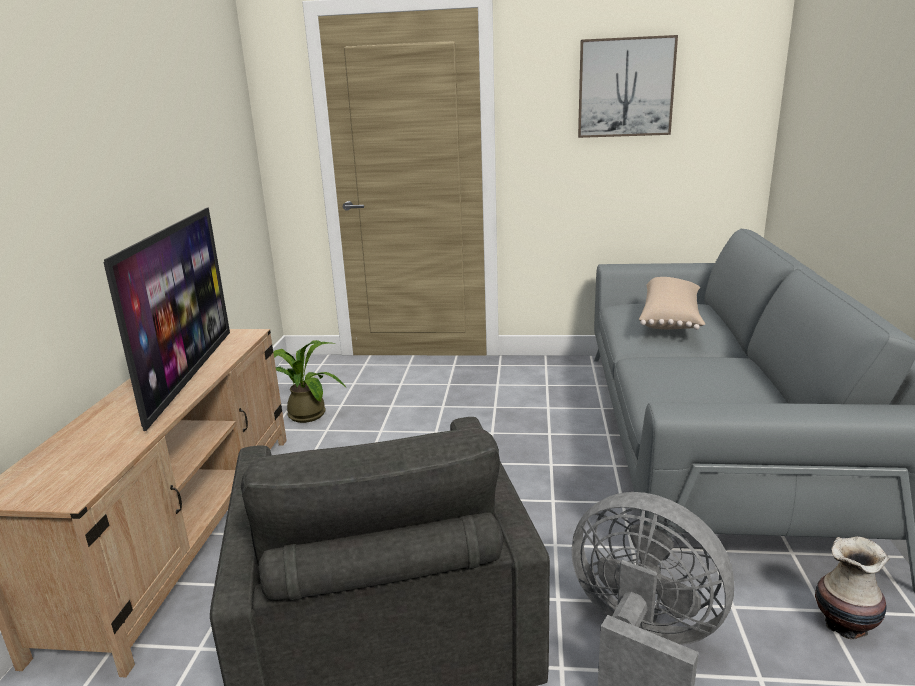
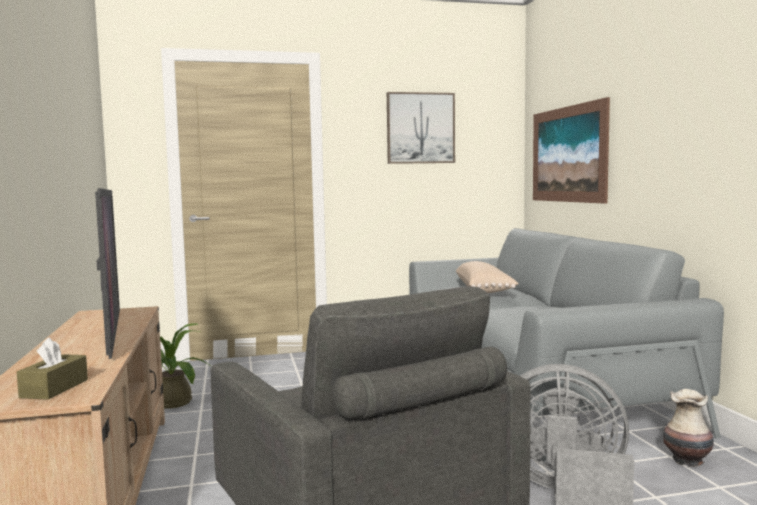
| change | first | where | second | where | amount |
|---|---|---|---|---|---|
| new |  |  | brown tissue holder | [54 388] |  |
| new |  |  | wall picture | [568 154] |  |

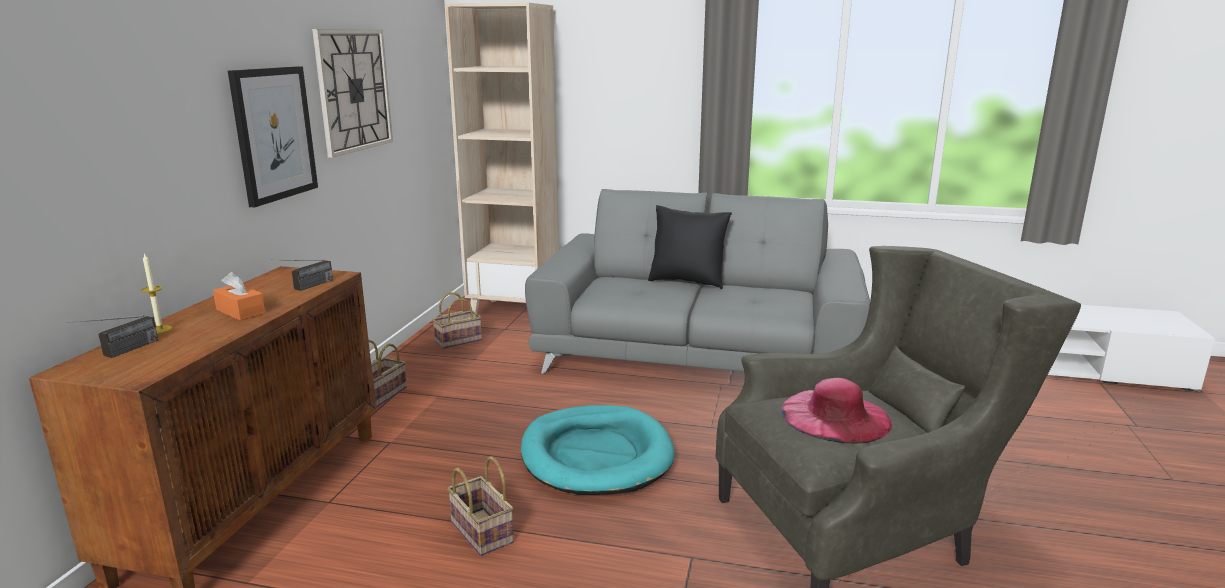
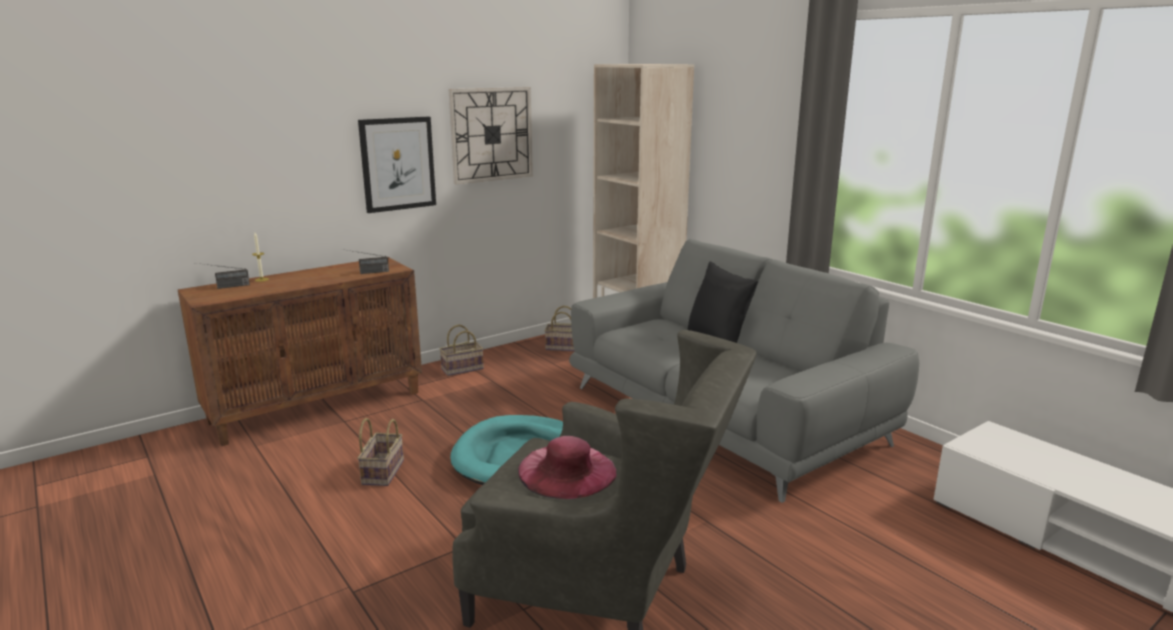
| change | first | where | second | where | amount |
|---|---|---|---|---|---|
| gone | orange-coloured tissue holder | [240 311] |  |  |  |

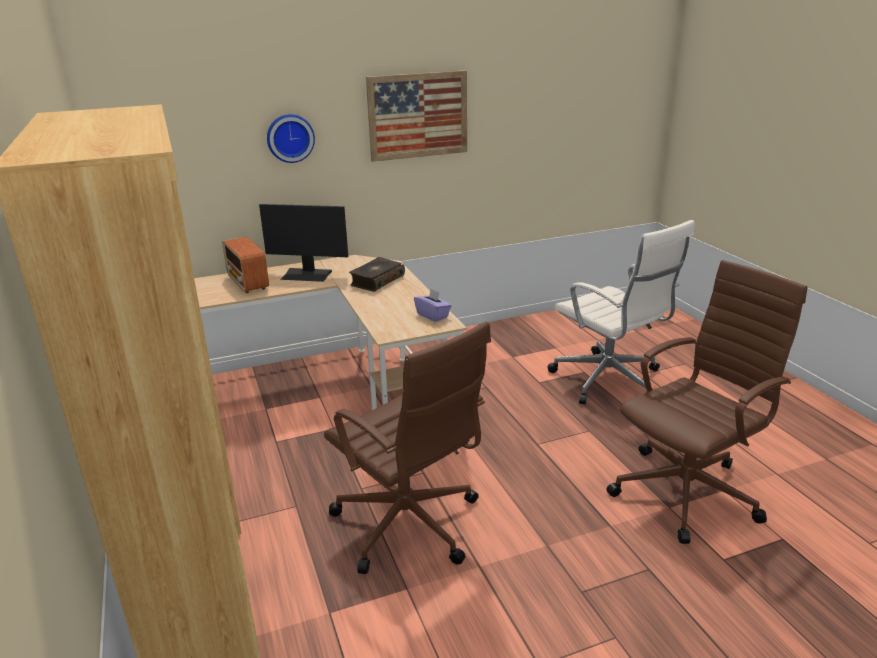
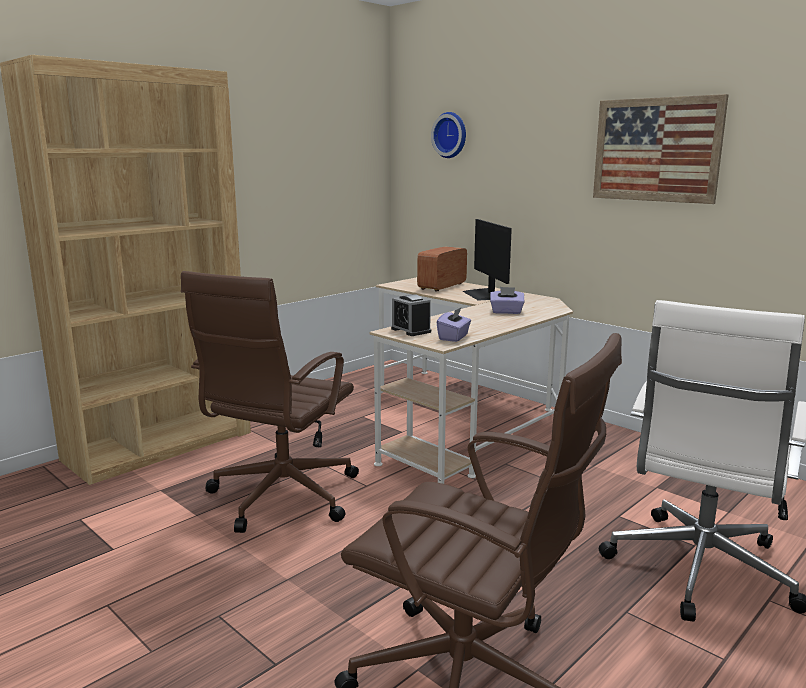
| change | first | where | second | where | amount |
|---|---|---|---|---|---|
| new |  |  | alarm clock | [411 330] |  |
| shifted | clock on the wall | [290 138] |  | [451 135] |  |
| swapped | bound book | [376 281] | purple tissue holder | [506 312] |  |

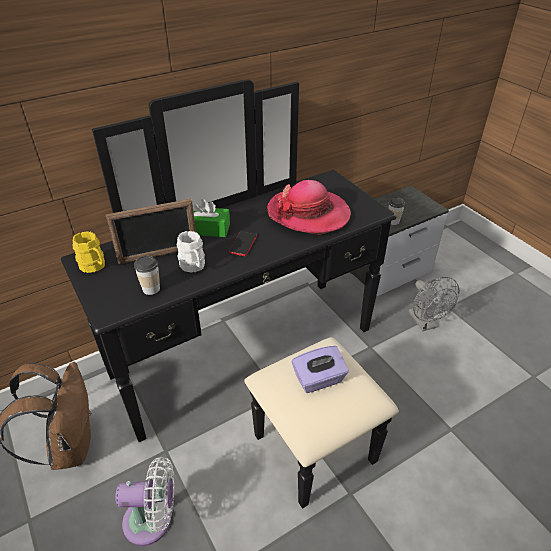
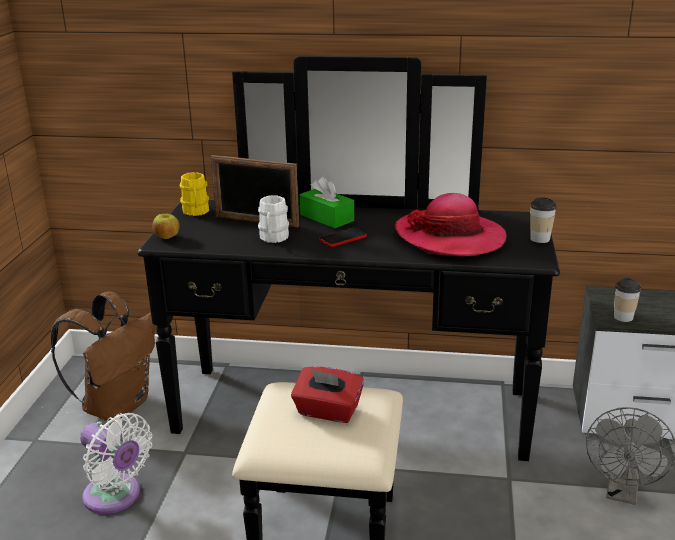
| change | first | where | second | where | amount |
|---|---|---|---|---|---|
| new |  |  | apple fruit | [167 237] |  |
| shifted | drinking cup | [151 289] |  | [540 239] |  |
| repainted | purple tissue holder | [319 379] | red-coloured tissue holder | [327 411] |  |

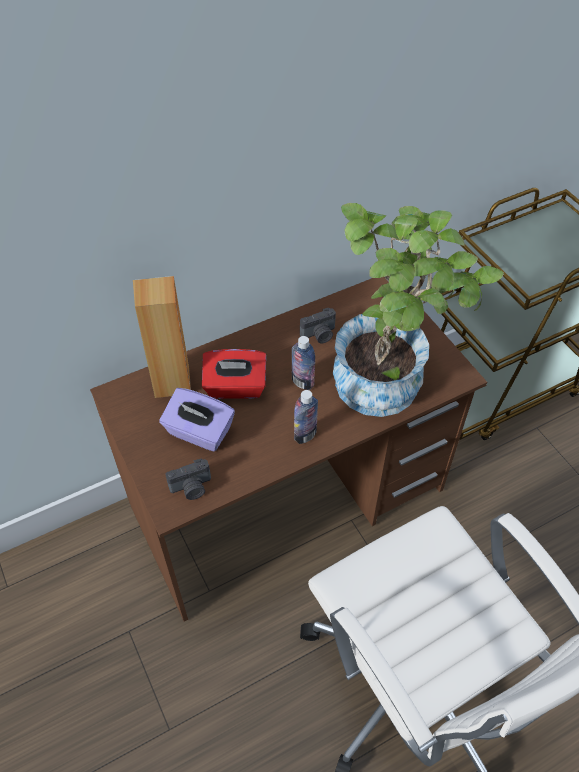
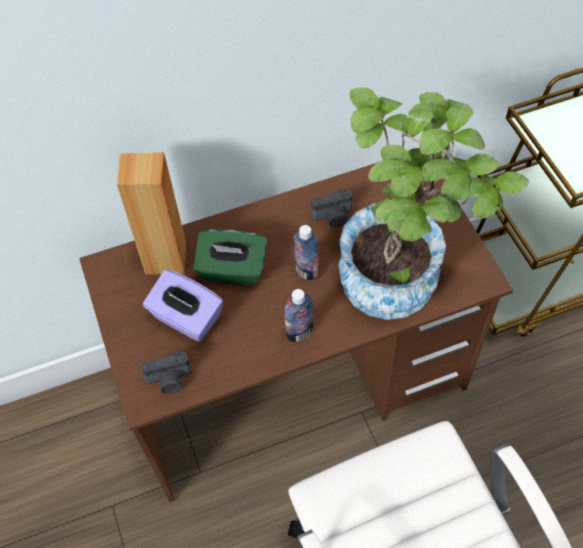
| change | first | where | second | where | amount |
|---|---|---|---|---|---|
| repainted | red-coloured tissue holder | [235 387] | greenish tissue holder | [232 270] |  |

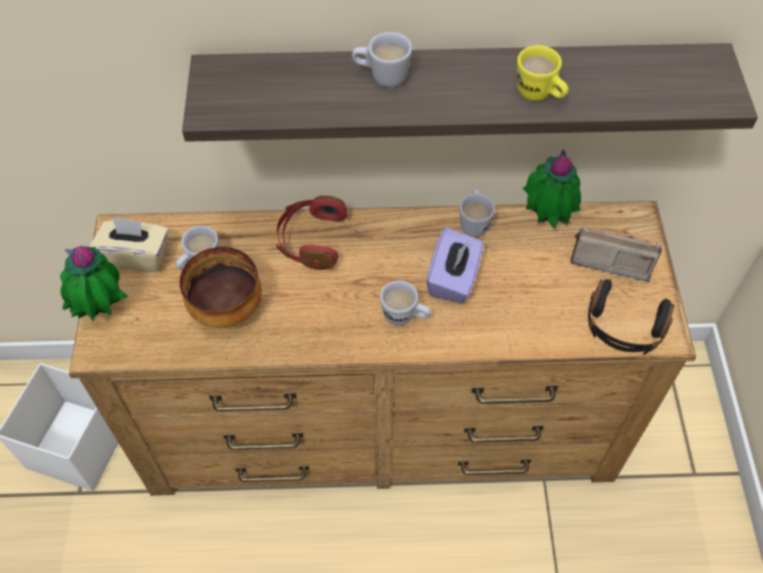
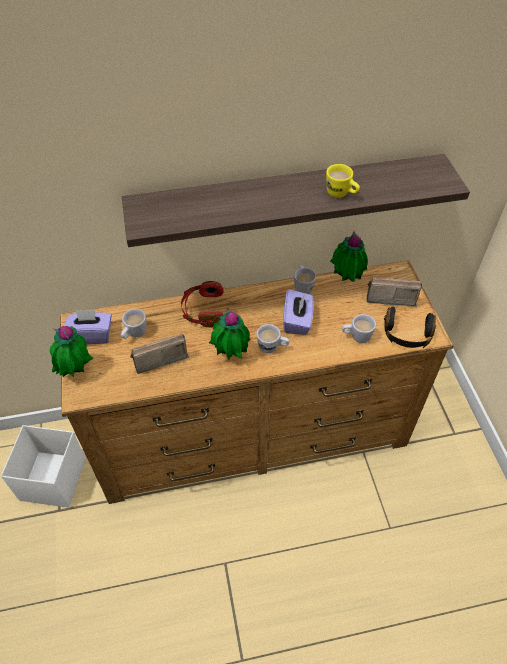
| change | first | where | second | where | amount |
|---|---|---|---|---|---|
| new |  |  | plant in a pot | [231 356] |  |
| shifted | white mug | [381 77] |  | [356 337] |  |
| swapped | bowl | [227 307] | radio set | [158 358] |  |
| repainted | beige-coloured tissue holder | [136 256] | purple tissue holder | [91 335] |  |

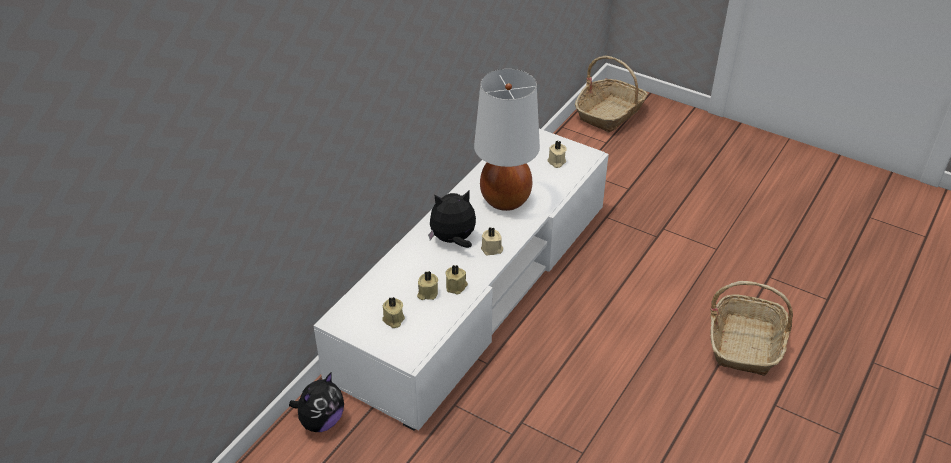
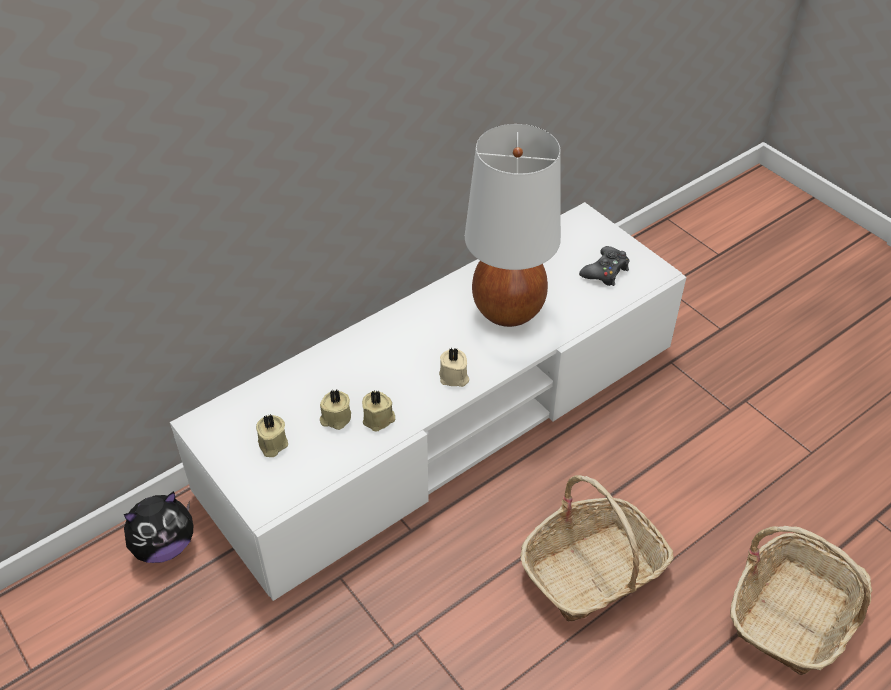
| change | first | where | second | where | amount |
|---|---|---|---|---|---|
| gone | soft toy | [453 240] |  |  |  |
| shifted | storage basket | [610 113] |  | [593 571] |  |
| swapped | beige-coloured wax light | [556 162] | black-coloured joypad | [605 271] |  |

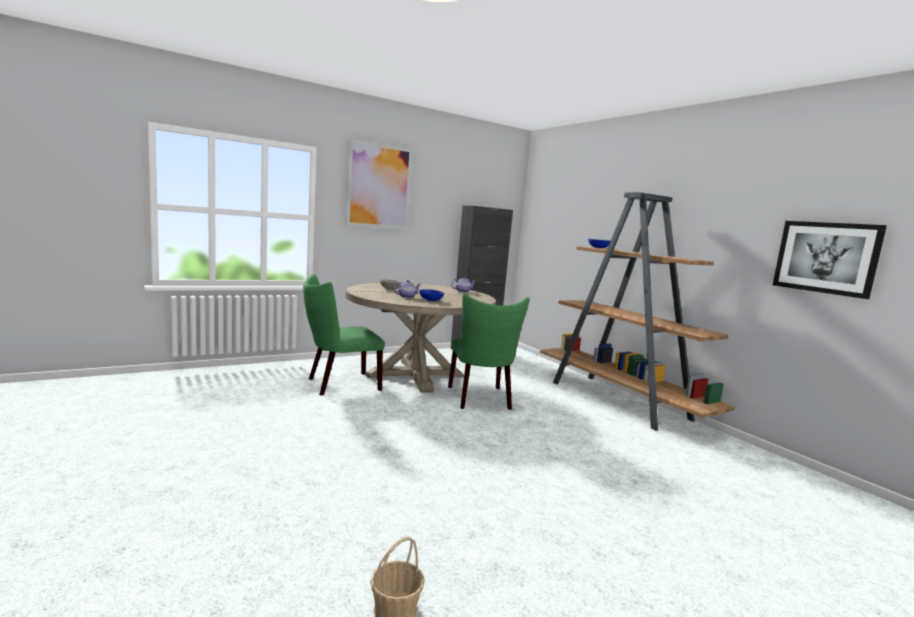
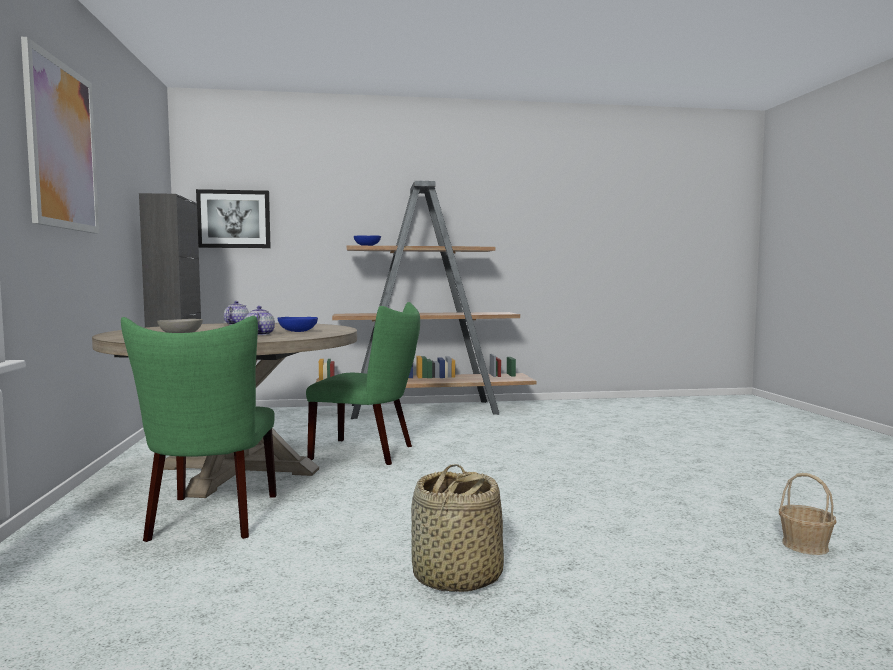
| change | first | where | second | where | amount |
|---|---|---|---|---|---|
| new |  |  | storage basket | [456 576] |  |
| shifted | wall picture | [826 257] |  | [234 219] |  |

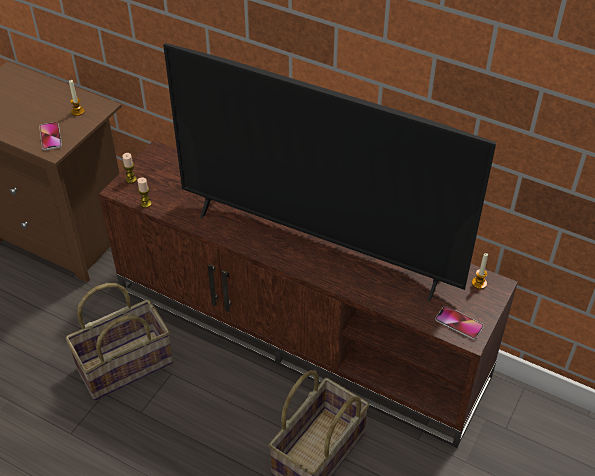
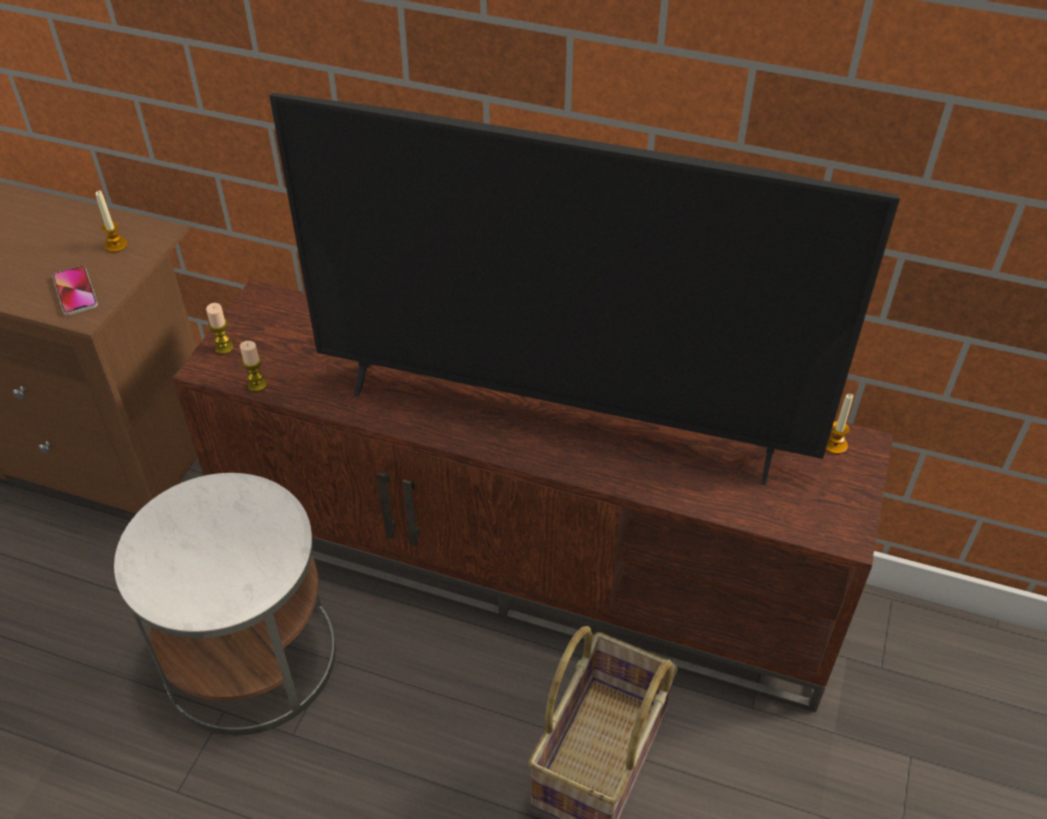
| change | first | where | second | where | amount |
|---|---|---|---|---|---|
| gone | handset | [459 323] |  |  |  |
| swapped | storage basket | [125 364] | white accent table | [251 656] |  |

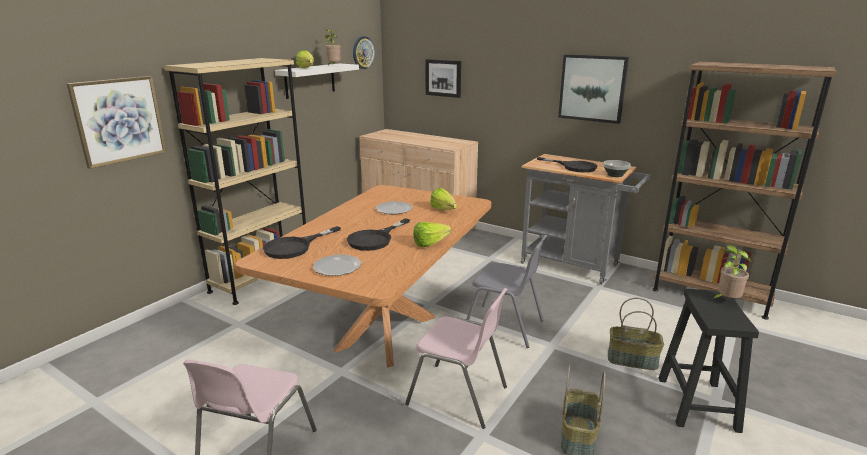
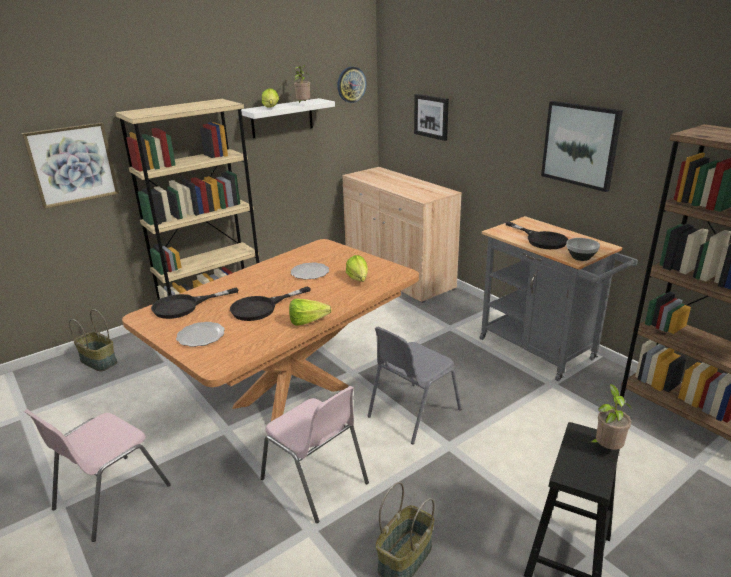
| change | first | where | second | where | amount |
|---|---|---|---|---|---|
| shifted | storage basket | [632 359] |  | [99 361] |  |
| rotated | gray upright chair | [504 326] |  | [412 413] | 90 degrees clockwise |

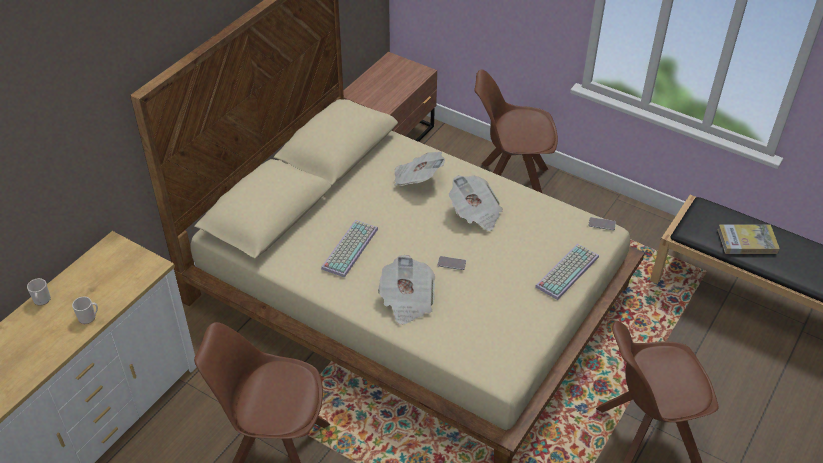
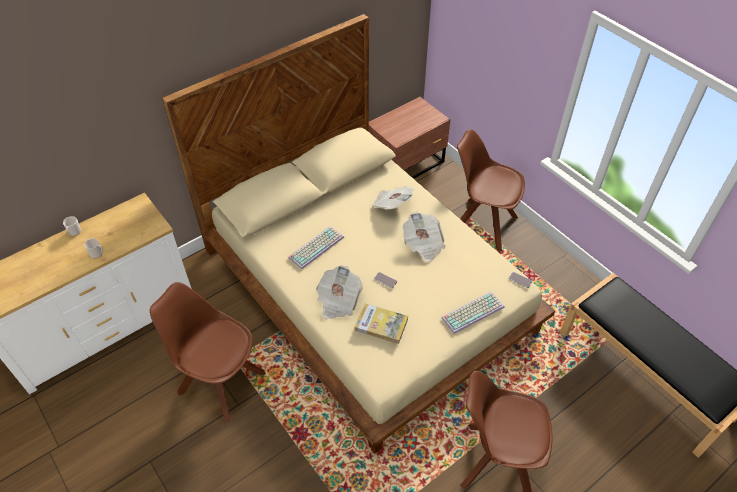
| change | first | where | second | where | amount |
|---|---|---|---|---|---|
| shifted | bound book | [747 241] |  | [381 325] |  |

